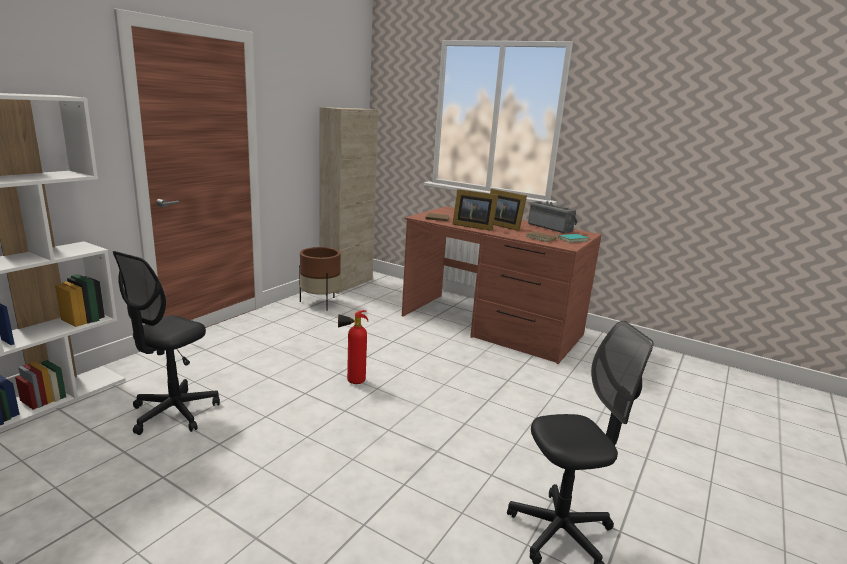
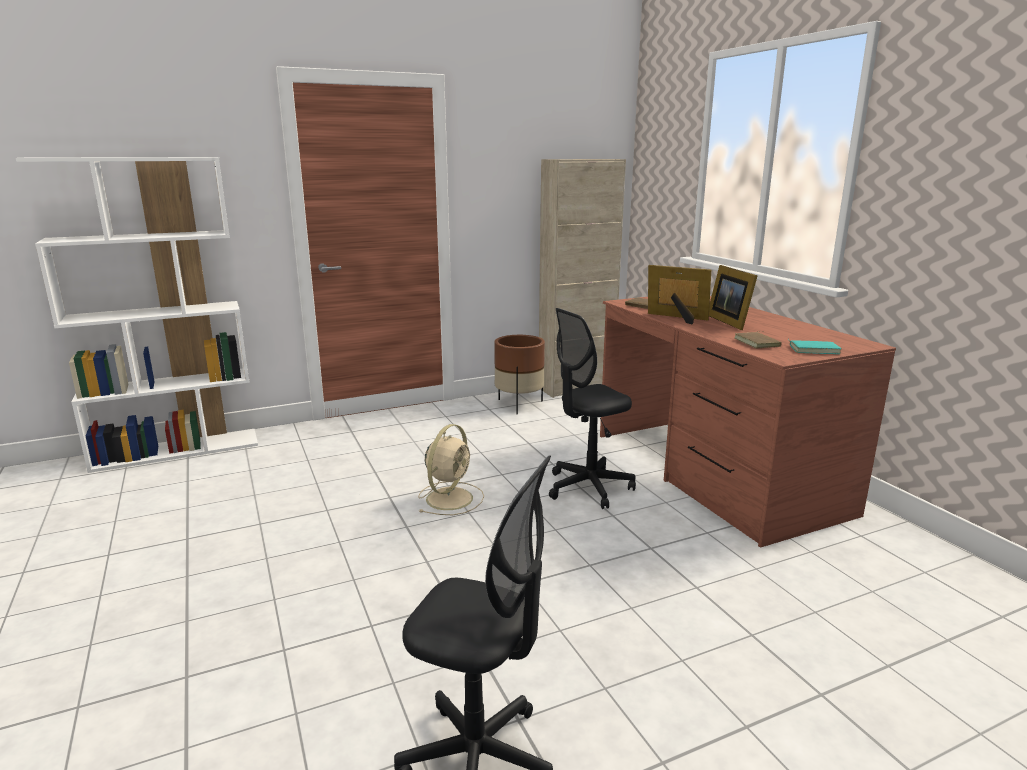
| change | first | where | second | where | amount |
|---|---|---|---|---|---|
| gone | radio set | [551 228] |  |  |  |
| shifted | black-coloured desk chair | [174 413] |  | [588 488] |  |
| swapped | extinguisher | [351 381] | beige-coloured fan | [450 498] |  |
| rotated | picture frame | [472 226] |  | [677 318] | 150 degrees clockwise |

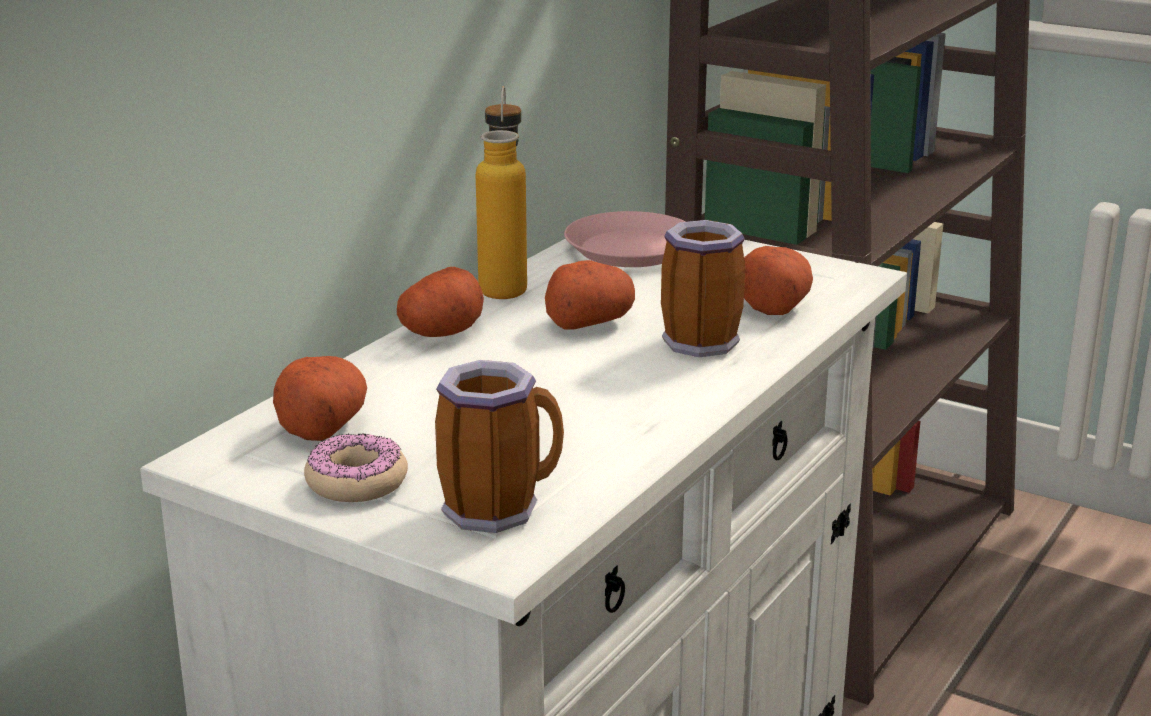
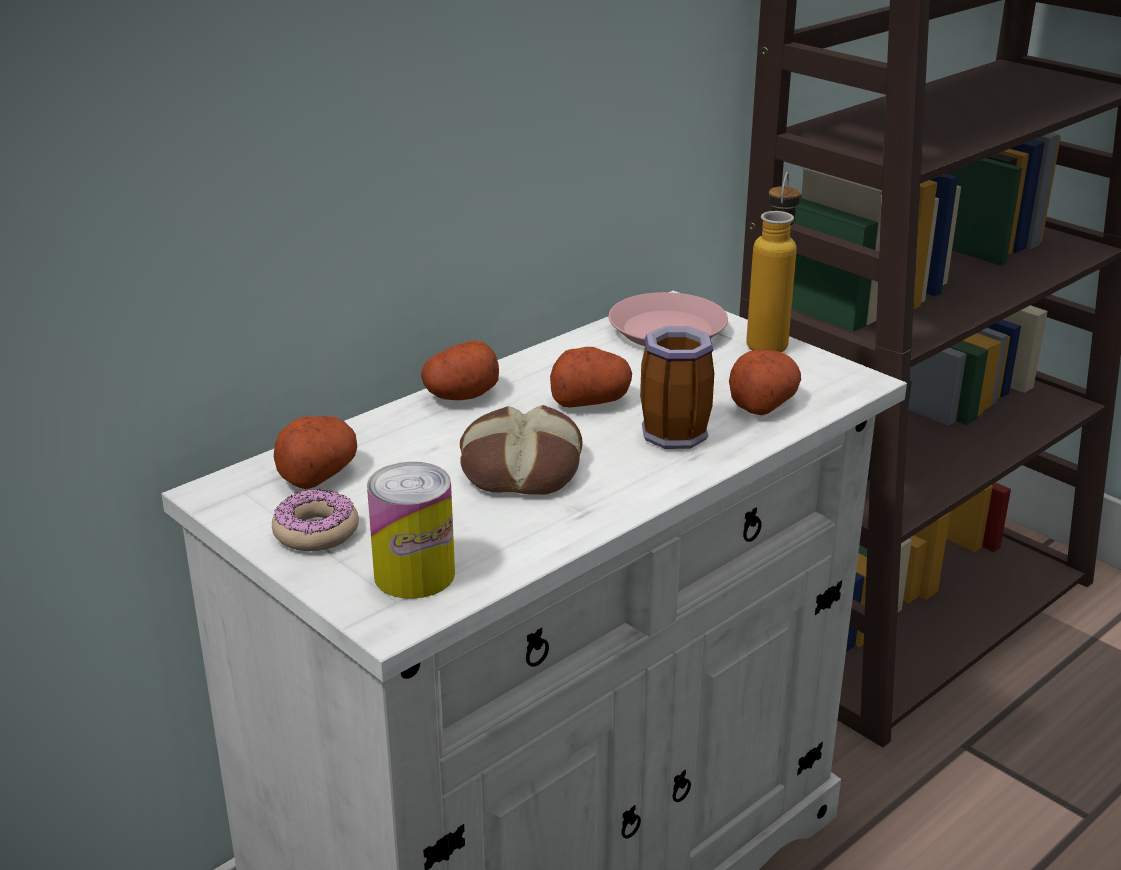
| change | first | where | second | where | amount |
|---|---|---|---|---|---|
| new |  |  | baked bread | [519 467] |  |
| shifted | bottle | [504 284] |  | [769 340] |  |
| swapped | mug | [499 508] | can | [414 574] |  |

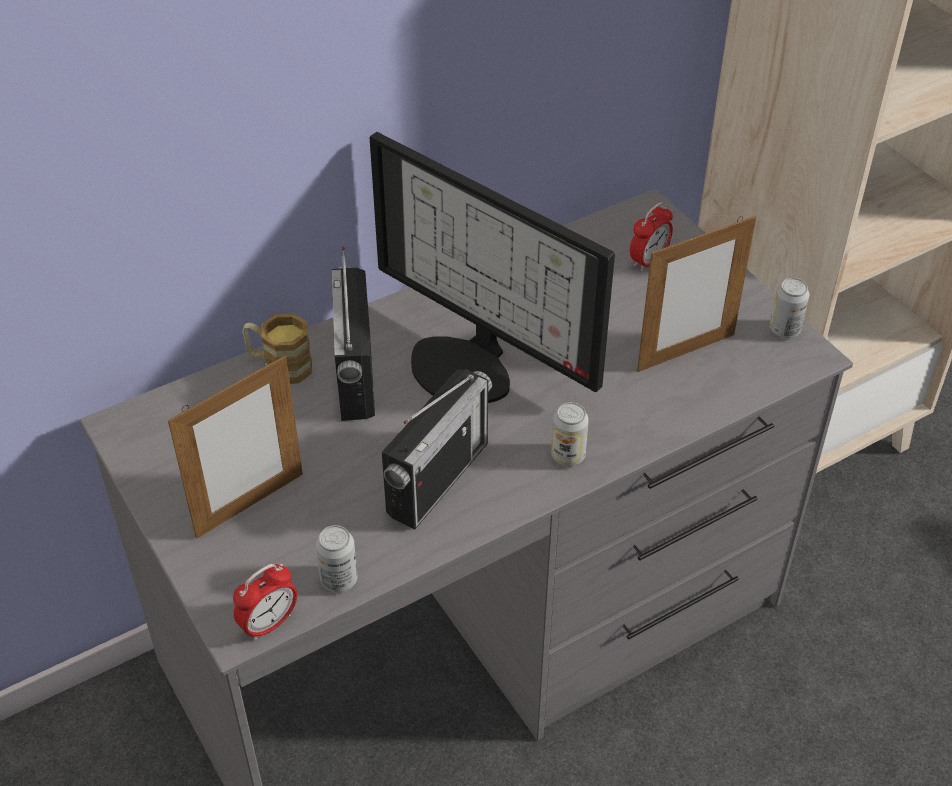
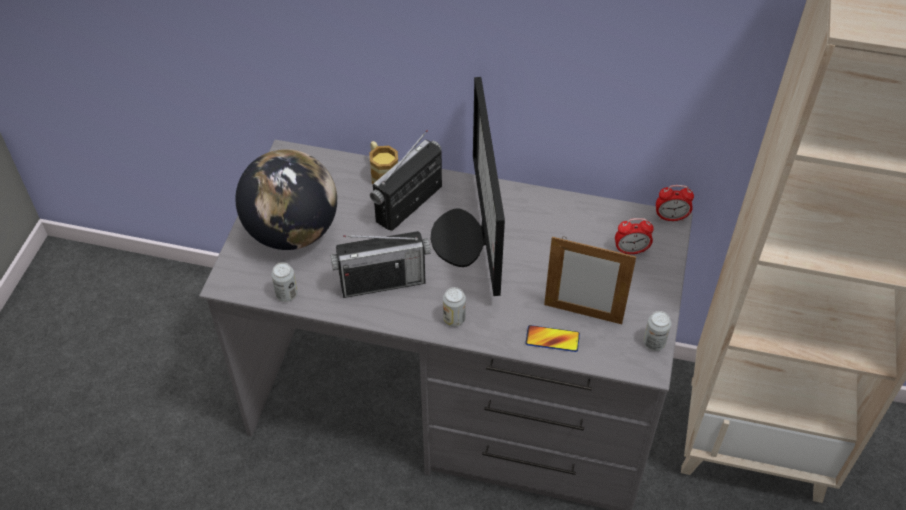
| change | first | where | second | where | amount |
|---|---|---|---|---|---|
| new |  |  | handset | [552 339] |  |
| shifted | alarm clock | [269 624] |  | [671 217] |  |
| swapped | picture frame | [250 505] | desk globe | [292 231] |  |

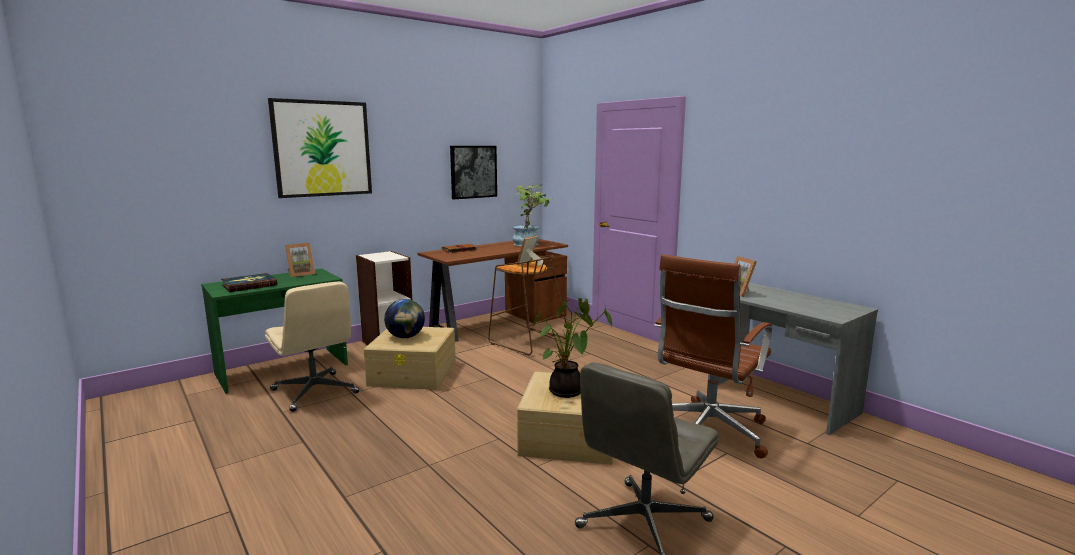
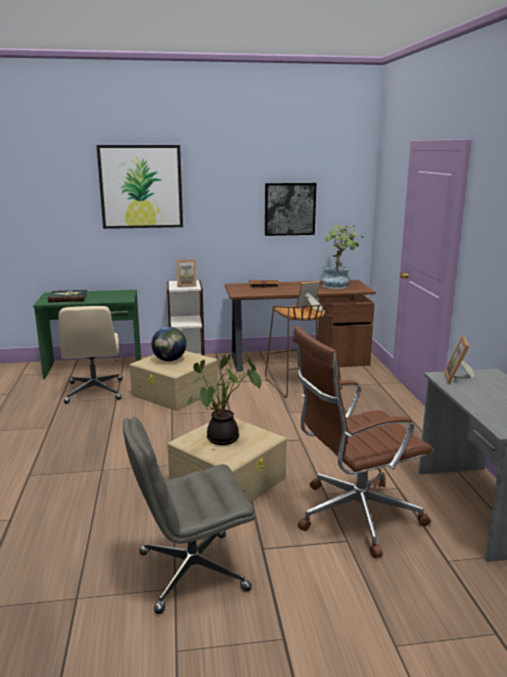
| change | first | where | second | where | amount |
|---|---|---|---|---|---|
| shifted | picture frame | [301 274] |  | [187 285] |  |

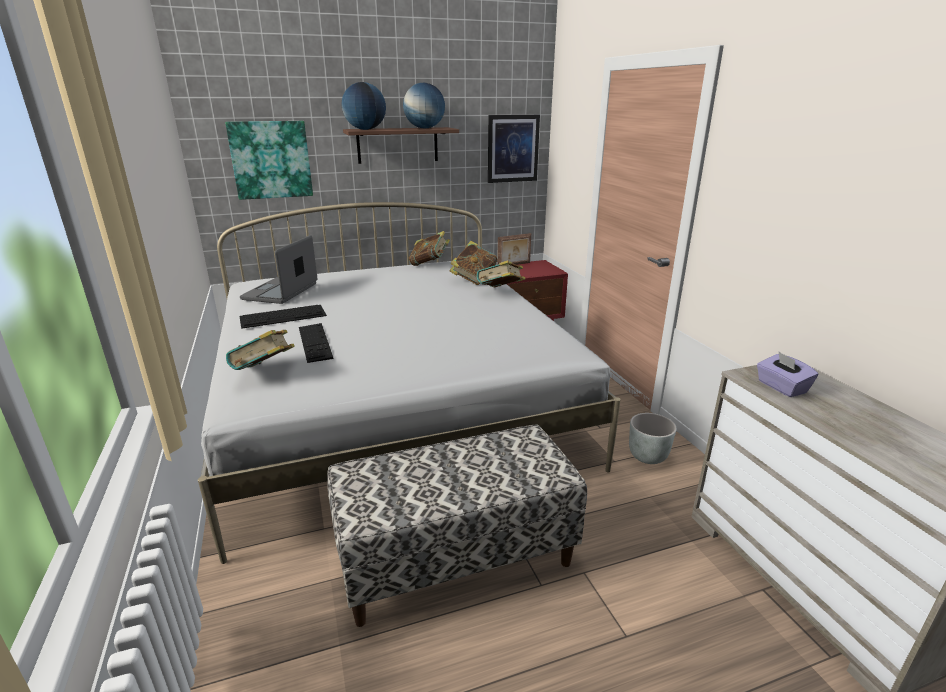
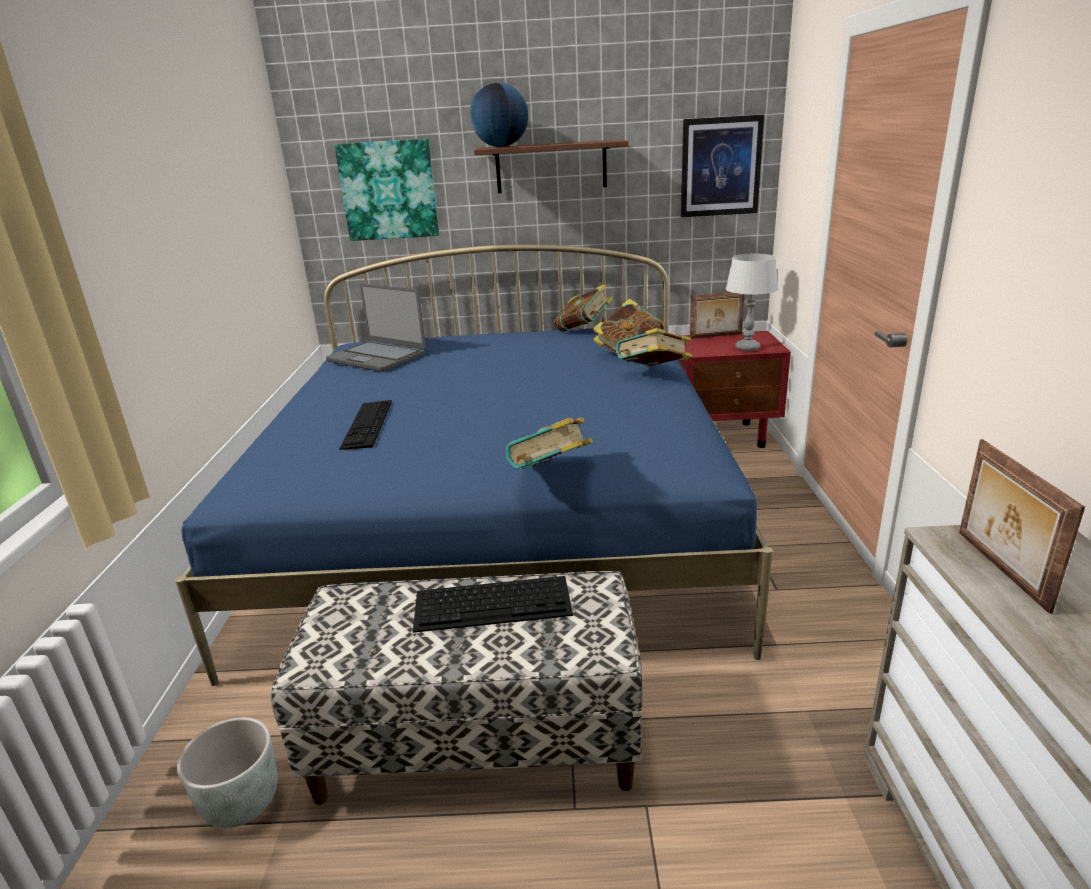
| change | first | where | second | where | amount |
|---|---|---|---|---|---|
| gone | desk globe | [425 128] |  |  |  |
| new |  |  | gray tabletop lamp | [747 348] |  |
| shifted | bound book | [265 373] |  | [552 476] |  |
| shifted | keyboard | [284 316] |  | [494 602] |  |
| shifted | gray planter | [648 457] |  | [242 805] |  |
| swapped | purple tissue holder | [781 387] | picture frame | [999 569] |  |
| repainted | white bed | [394 407] | blue-coloured bed | [499 520] |  |
| rotated | notebook computer | [281 292] |  | [377 357] | 90 degrees counterclockwise |

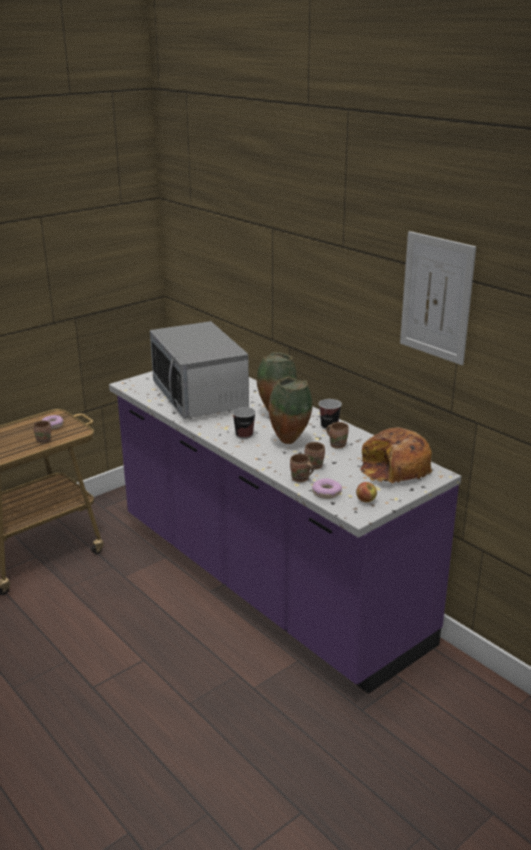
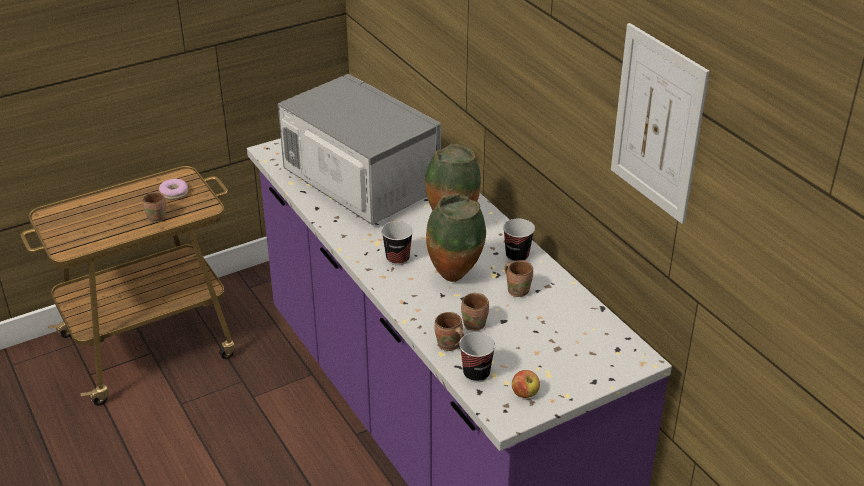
| change | first | where | second | where | amount |
|---|---|---|---|---|---|
| gone | baked bread | [394 469] |  |  |  |
| swapped | doughnut | [326 493] | drinking cup | [476 374] |  |
| rotated | microwave oven | [200 397] |  | [360 183] | 150 degrees clockwise |

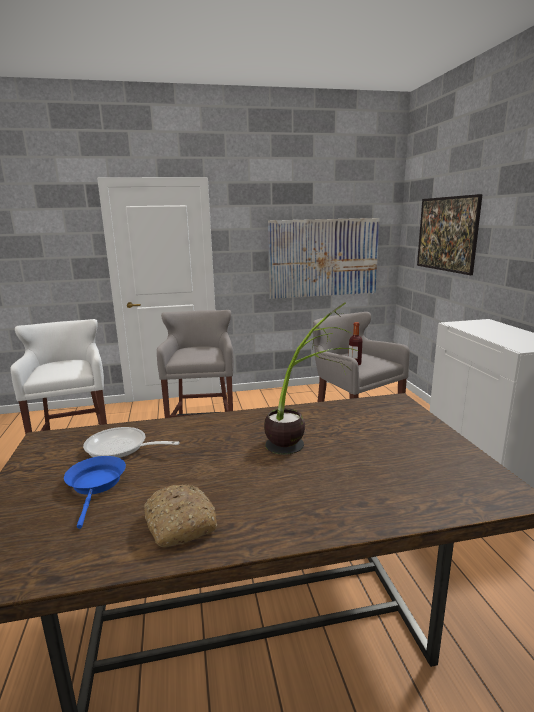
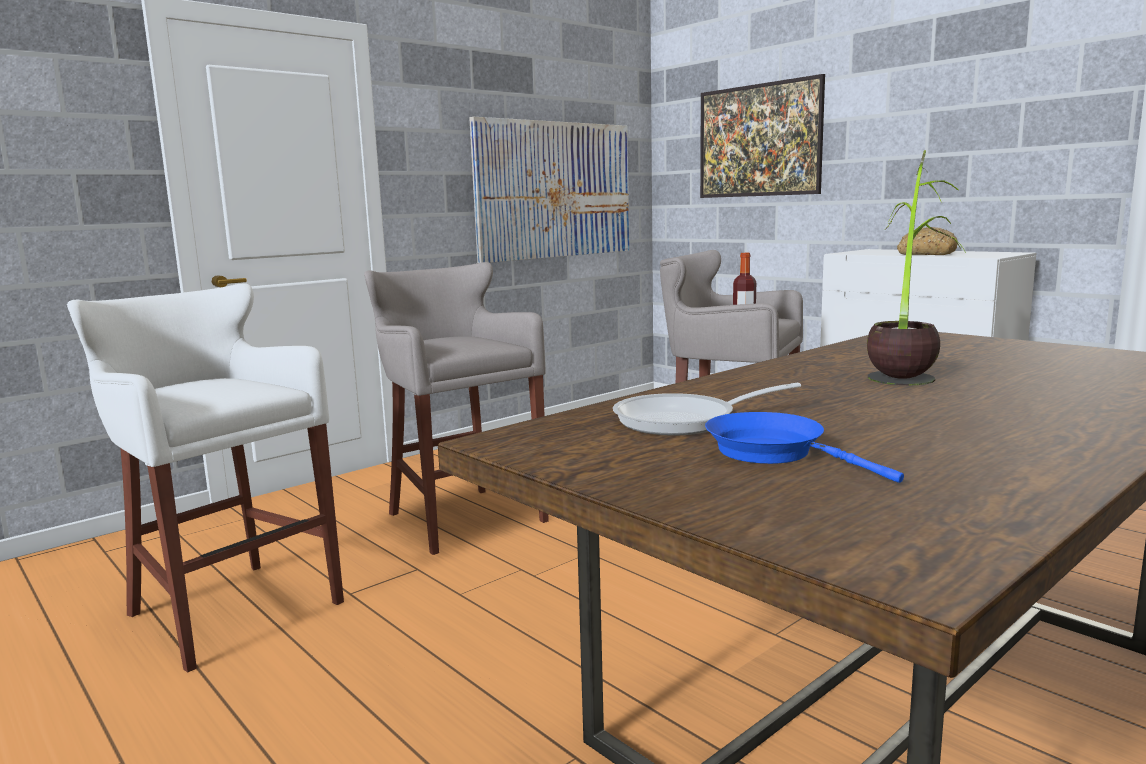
| change | first | where | second | where | amount |
|---|---|---|---|---|---|
| shifted | baked bread | [178 523] |  | [926 254] |  |

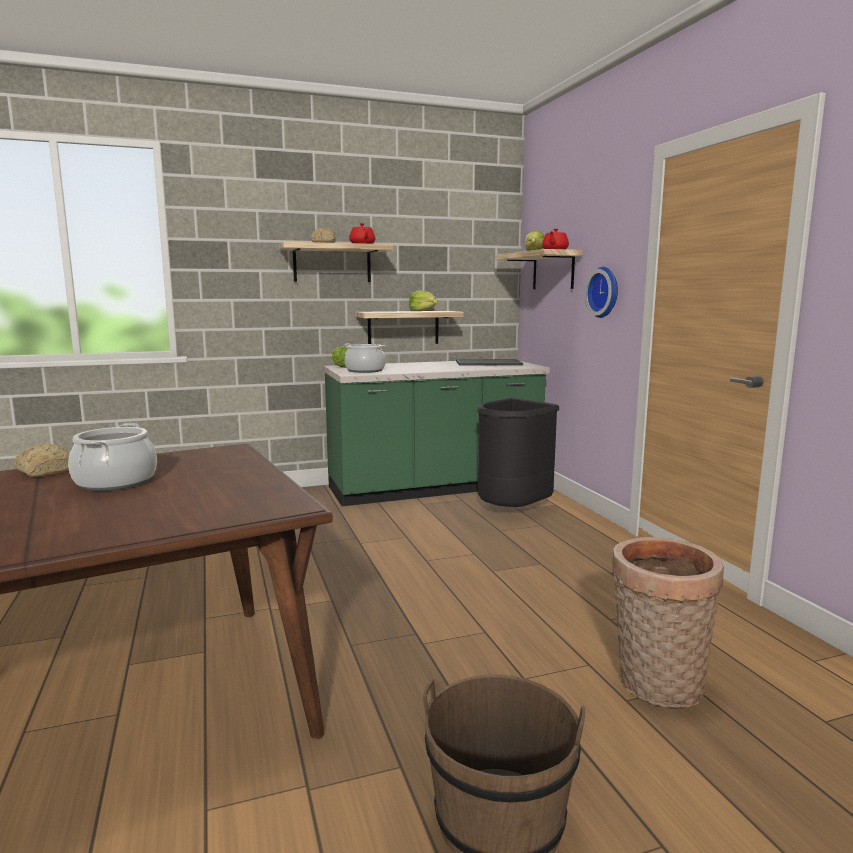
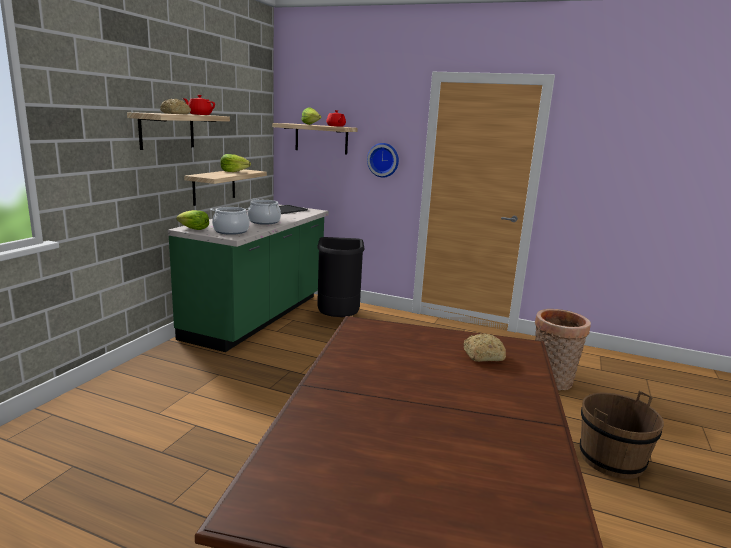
| change | first | where | second | where | amount |
|---|---|---|---|---|---|
| shifted | baked bread | [46 471] |  | [482 356] |  |
| shifted | stockpot | [116 482] |  | [264 222] |  |

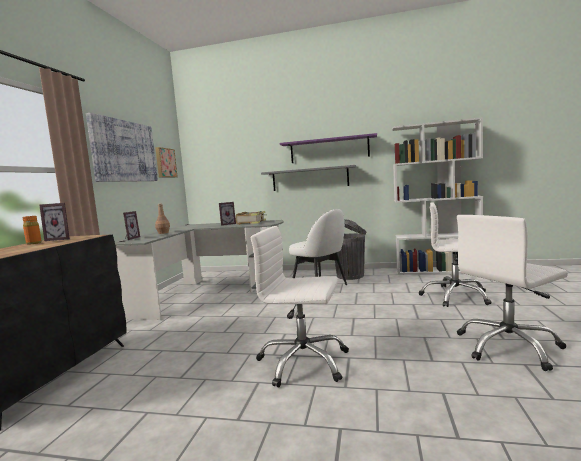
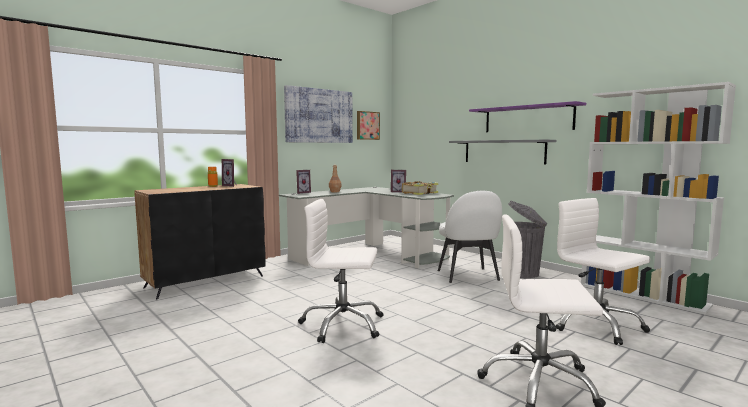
| change | first | where | second | where | amount |
|---|---|---|---|---|---|
| rotated | white desk chair | [303 362] |  | [342 325] | 45 degrees counterclockwise |

